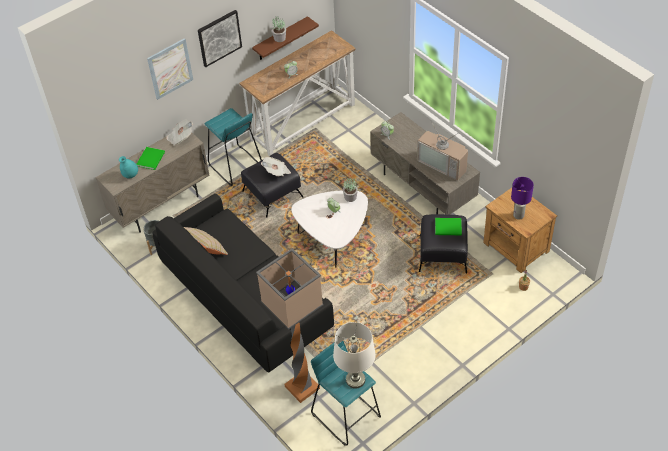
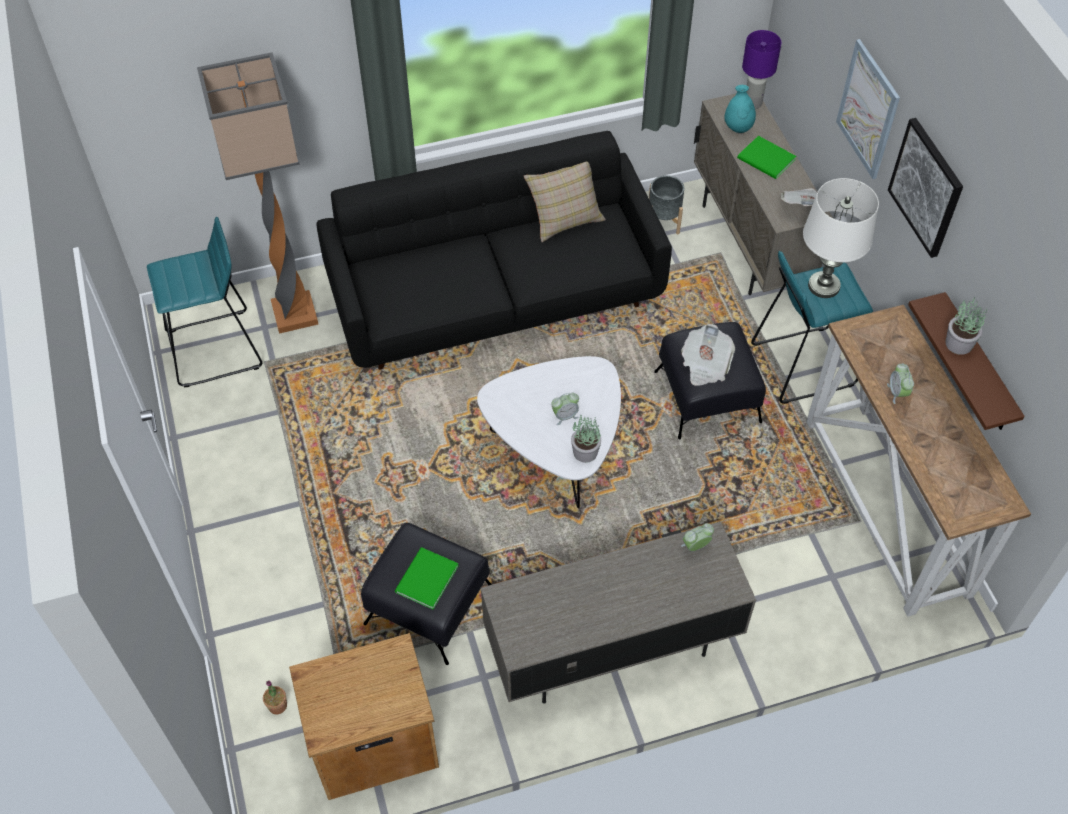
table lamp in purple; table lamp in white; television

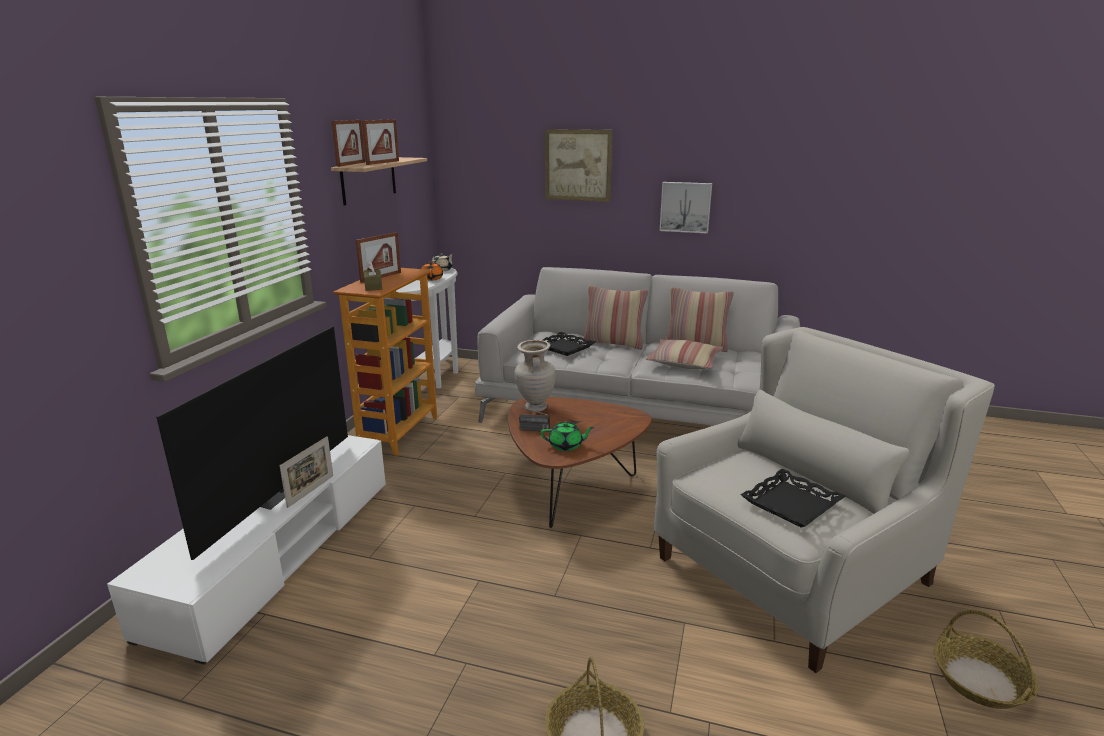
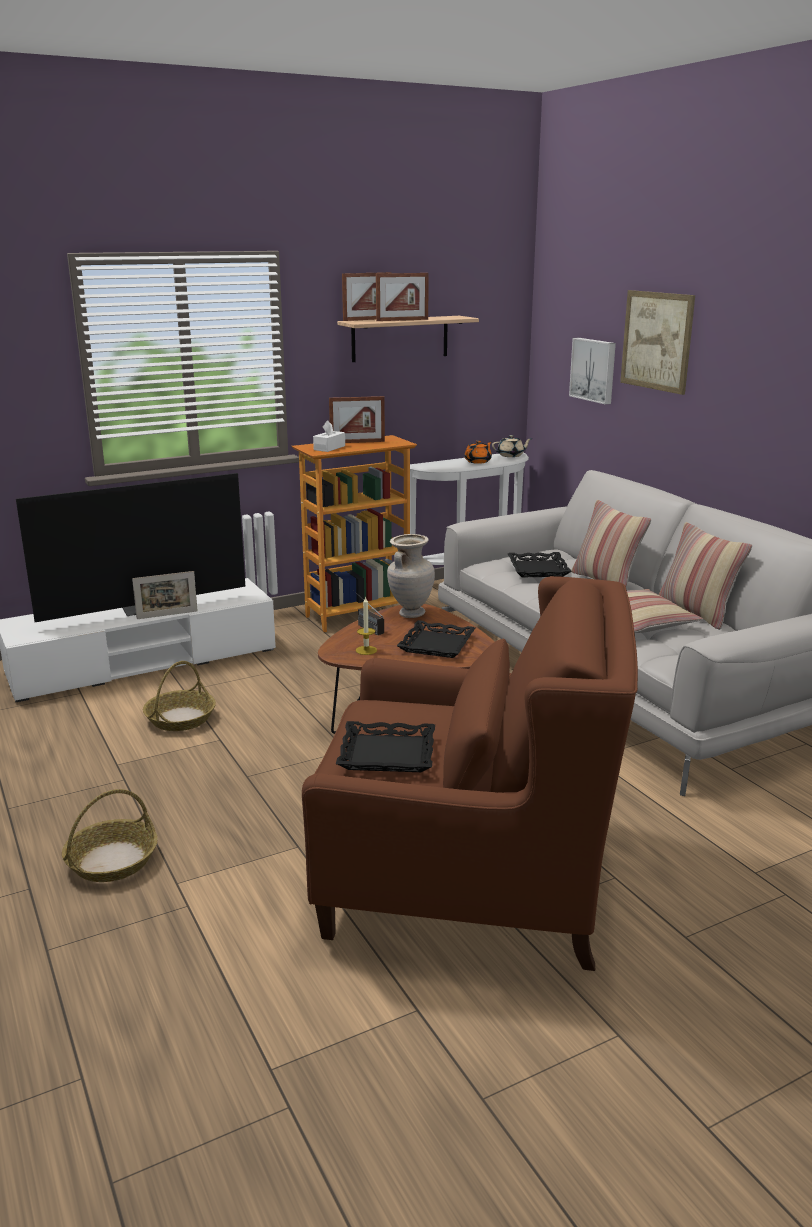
basket (2nd from left); armchair in brown; tissue box in white; candle; tray in black (2nd from left); picture (1st from left)

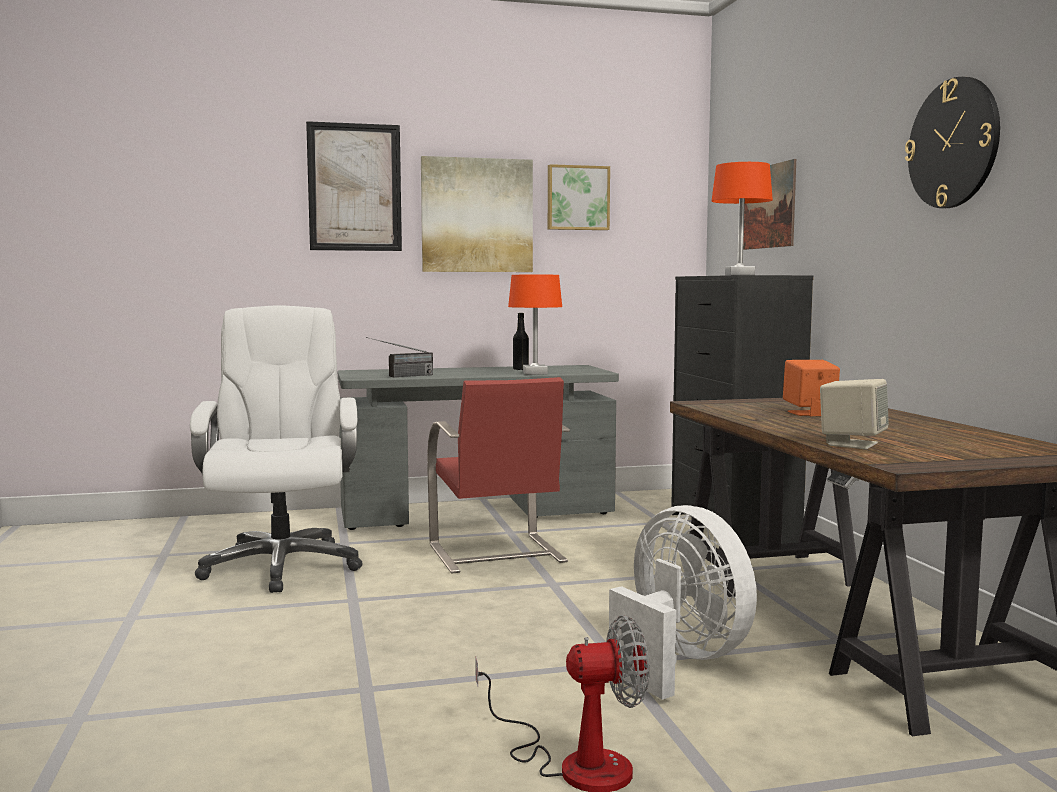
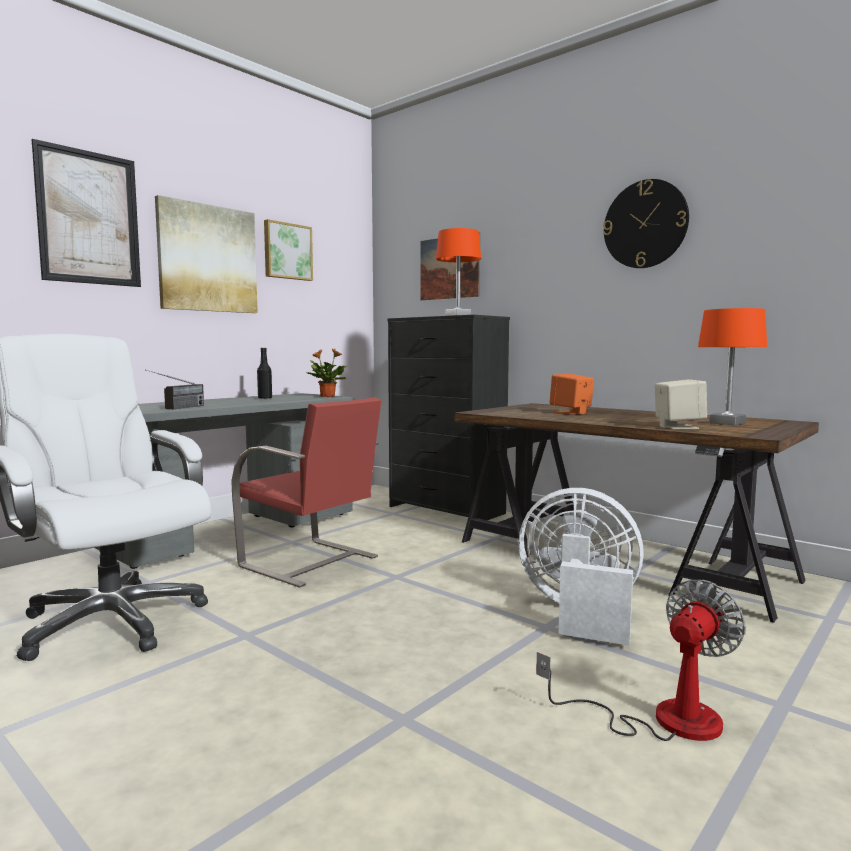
potted plant; table lamp in orange (2nd from left)

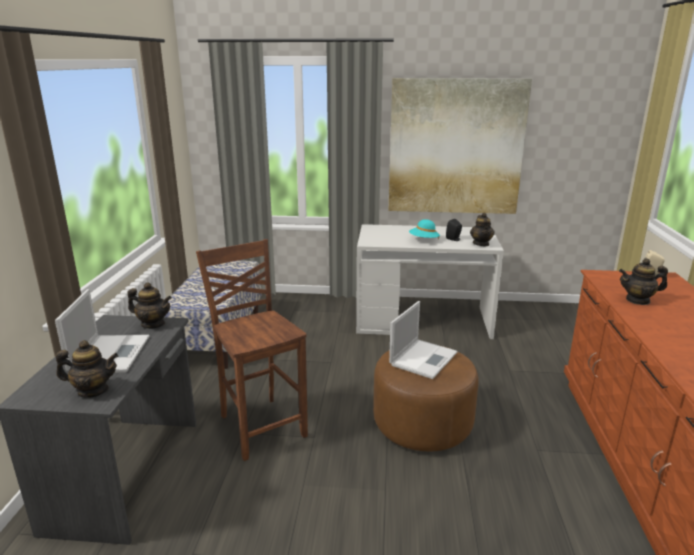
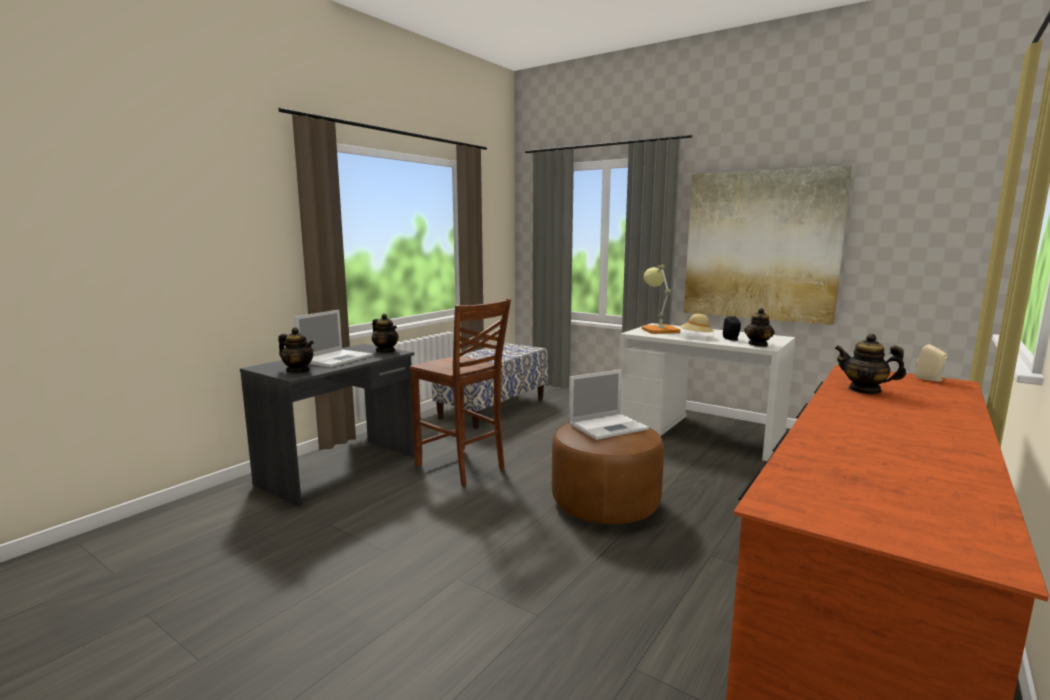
chair in brown; table lamp; hat in beige

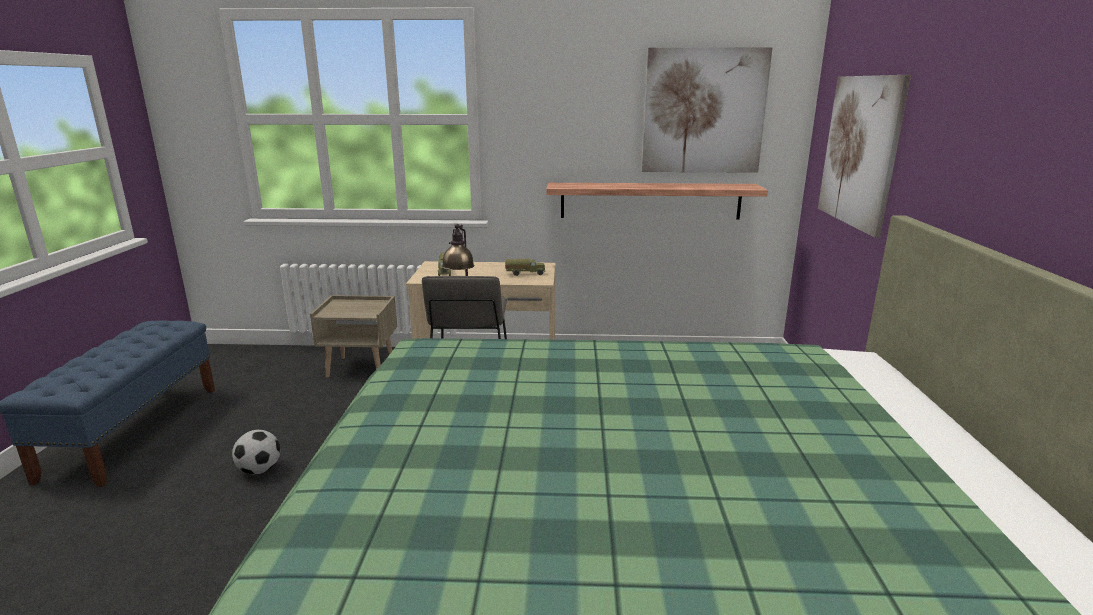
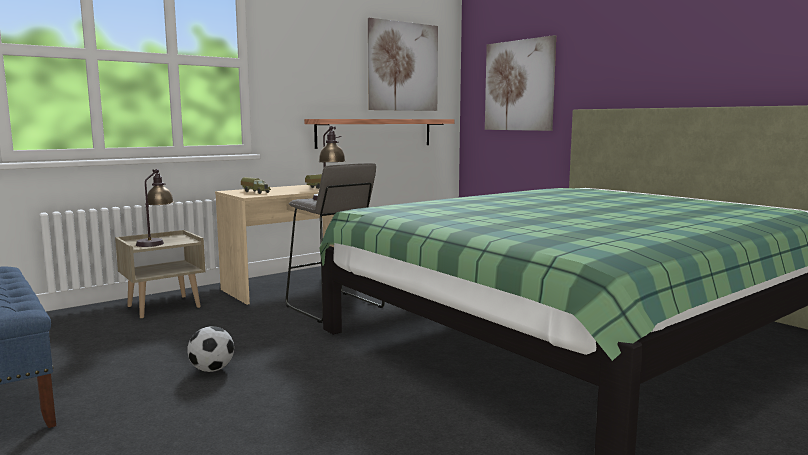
table lamp (1st from left)

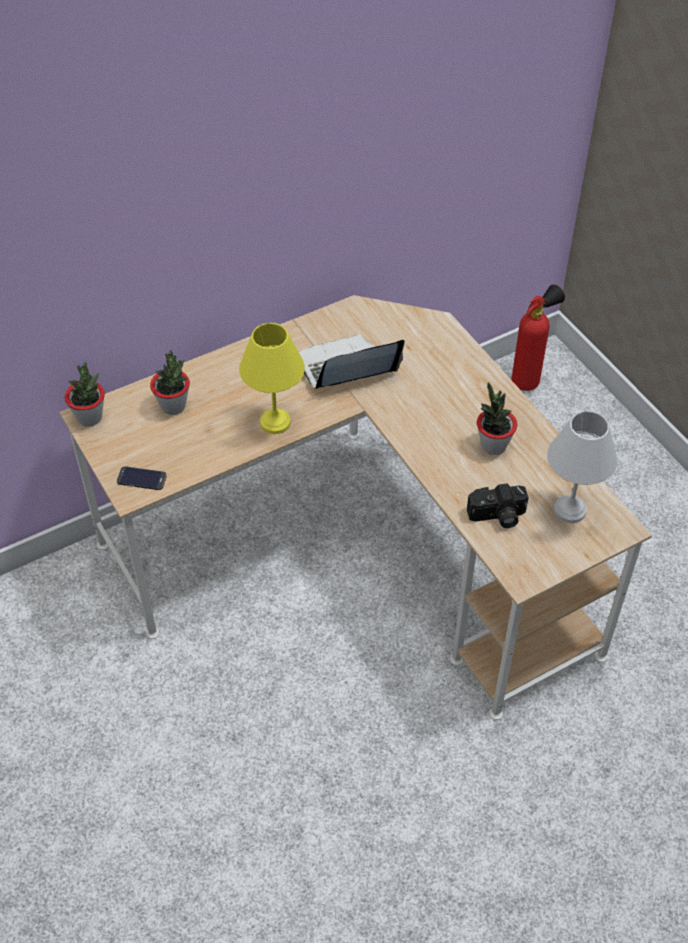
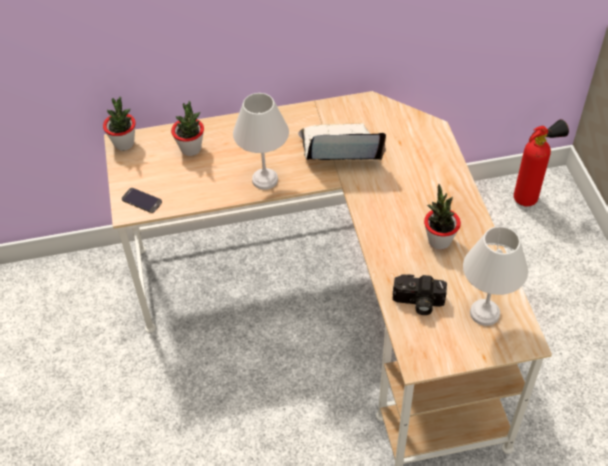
table lamp in white (1st from left)

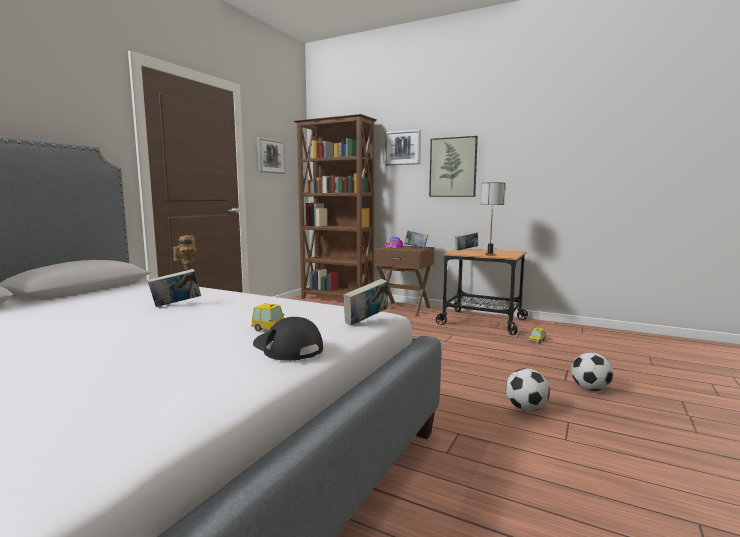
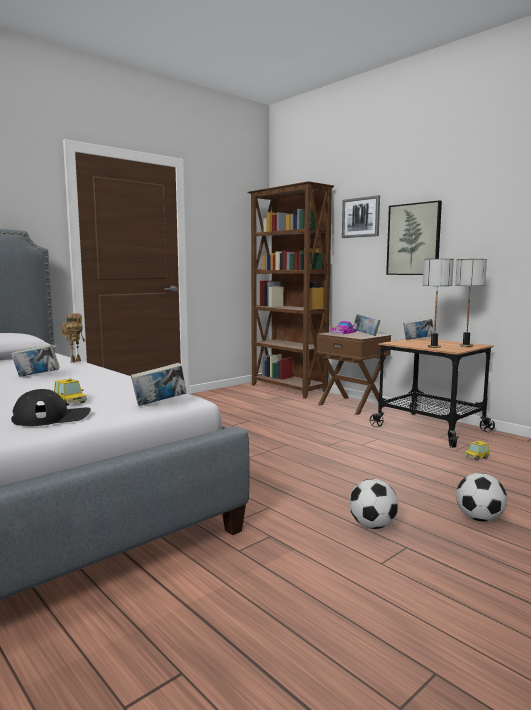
cap in black; table lamp (2nd from left); picture (1st from left in the first image)

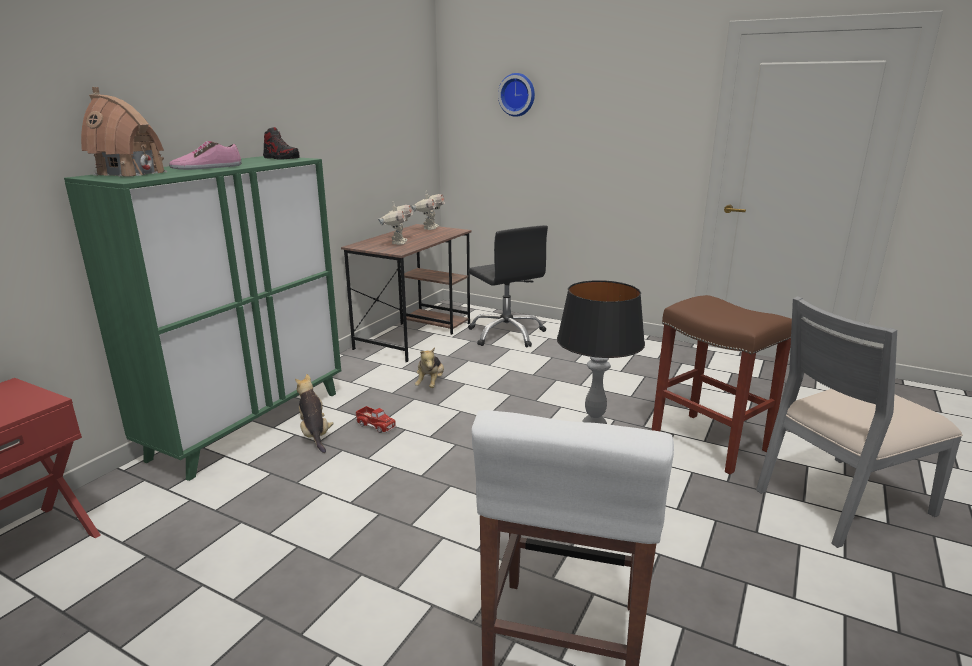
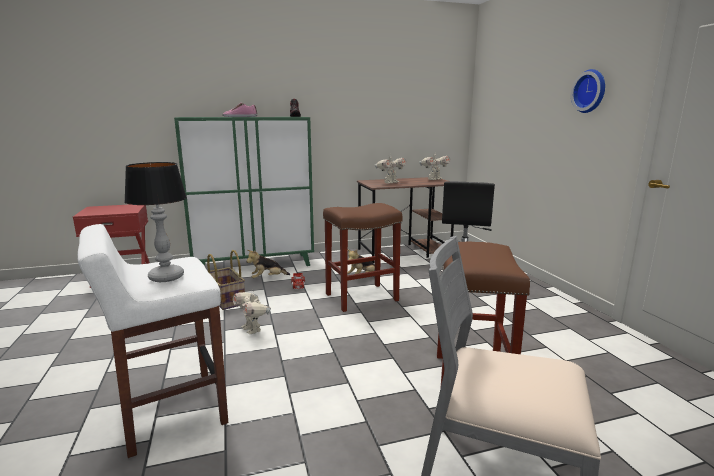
basket; toy robot (1st from left); plush toy (1st from left); stool in brown (1st from left); wall clock; toy house

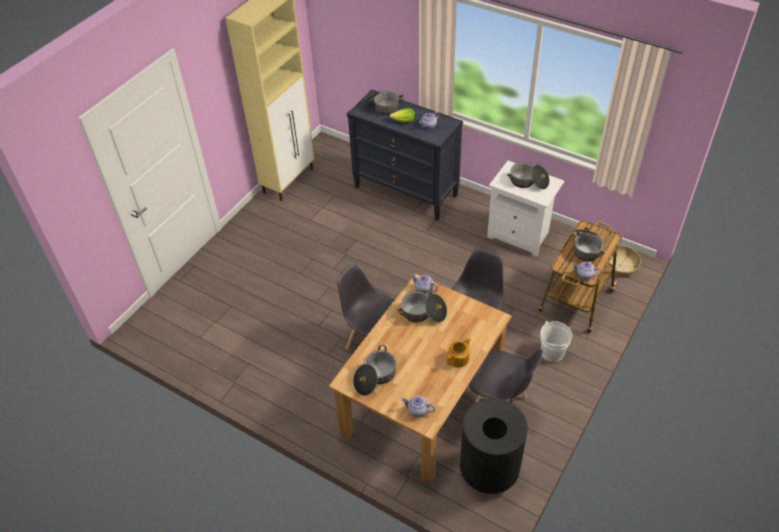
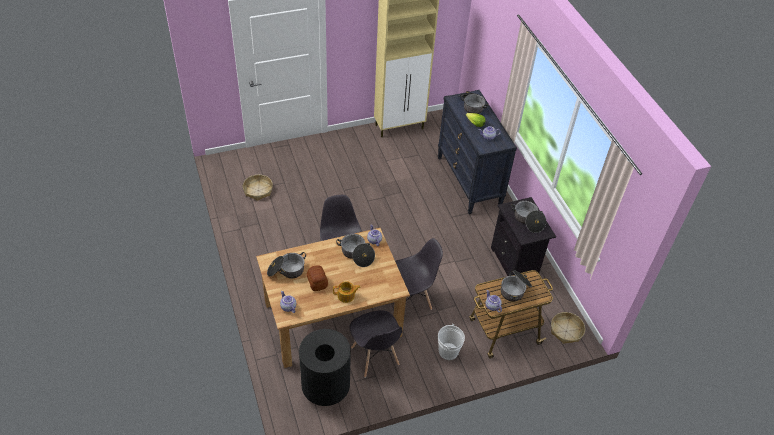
basket (1st from left); bread; nightstand in black

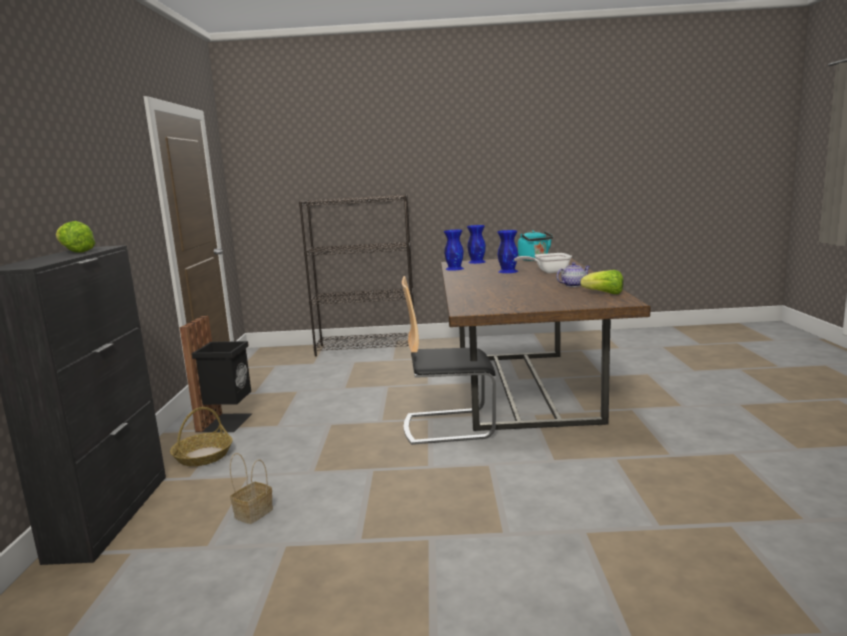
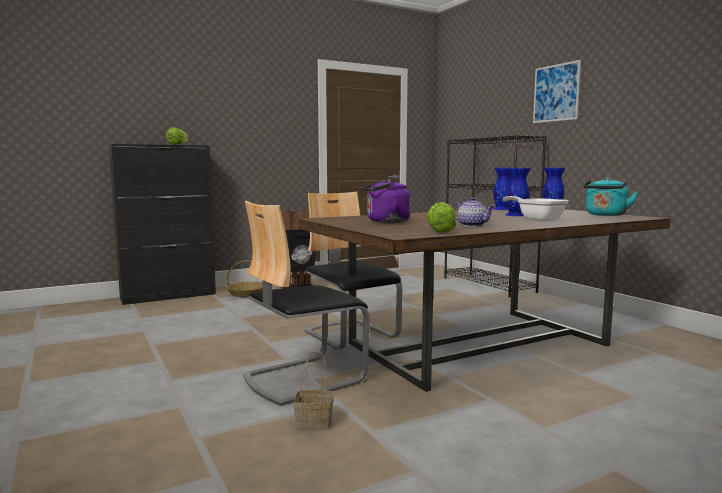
chair (1st from left); basket (2nd from left); kettle in purple; picture

